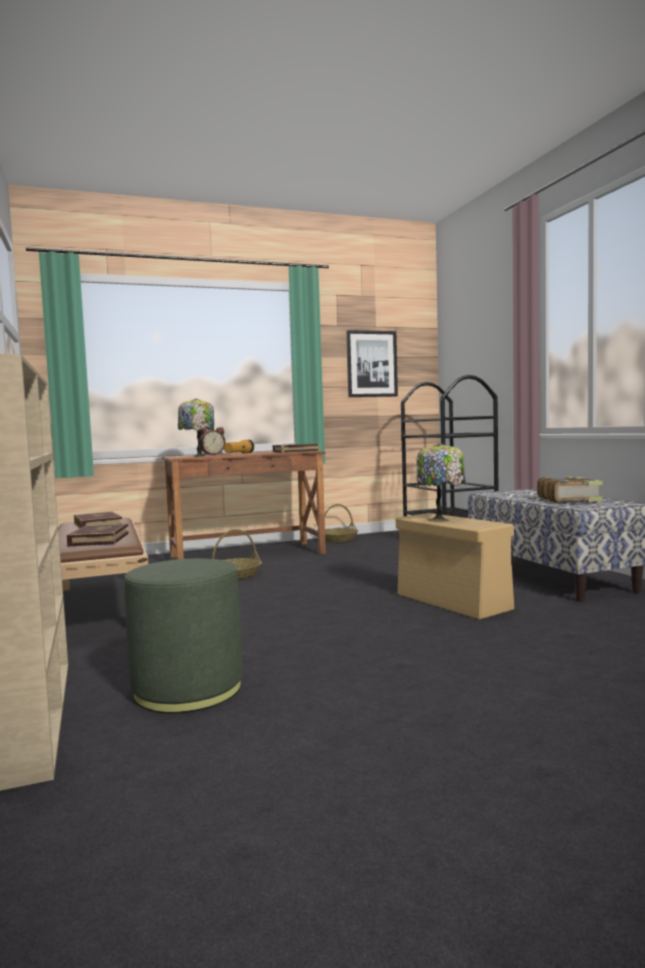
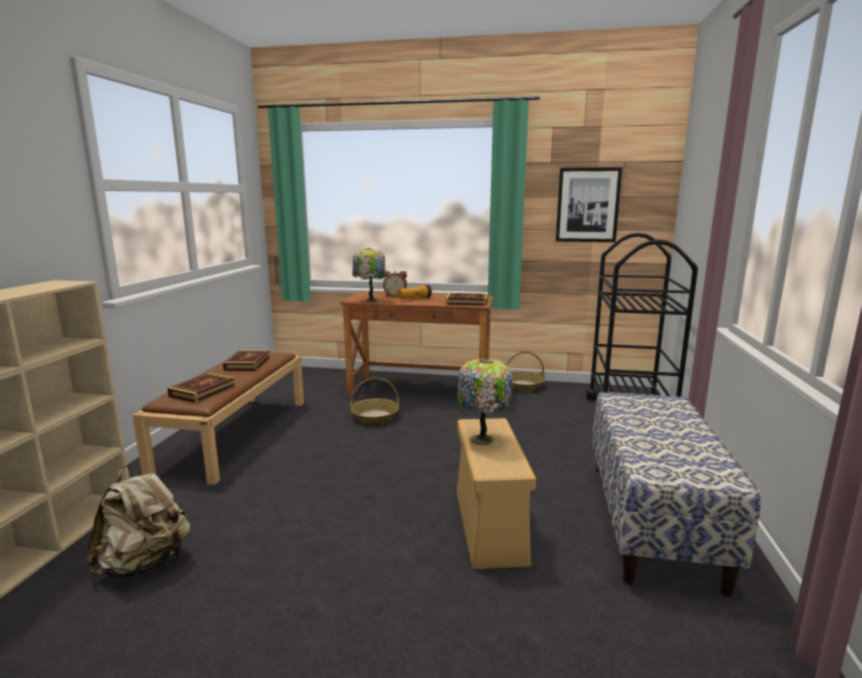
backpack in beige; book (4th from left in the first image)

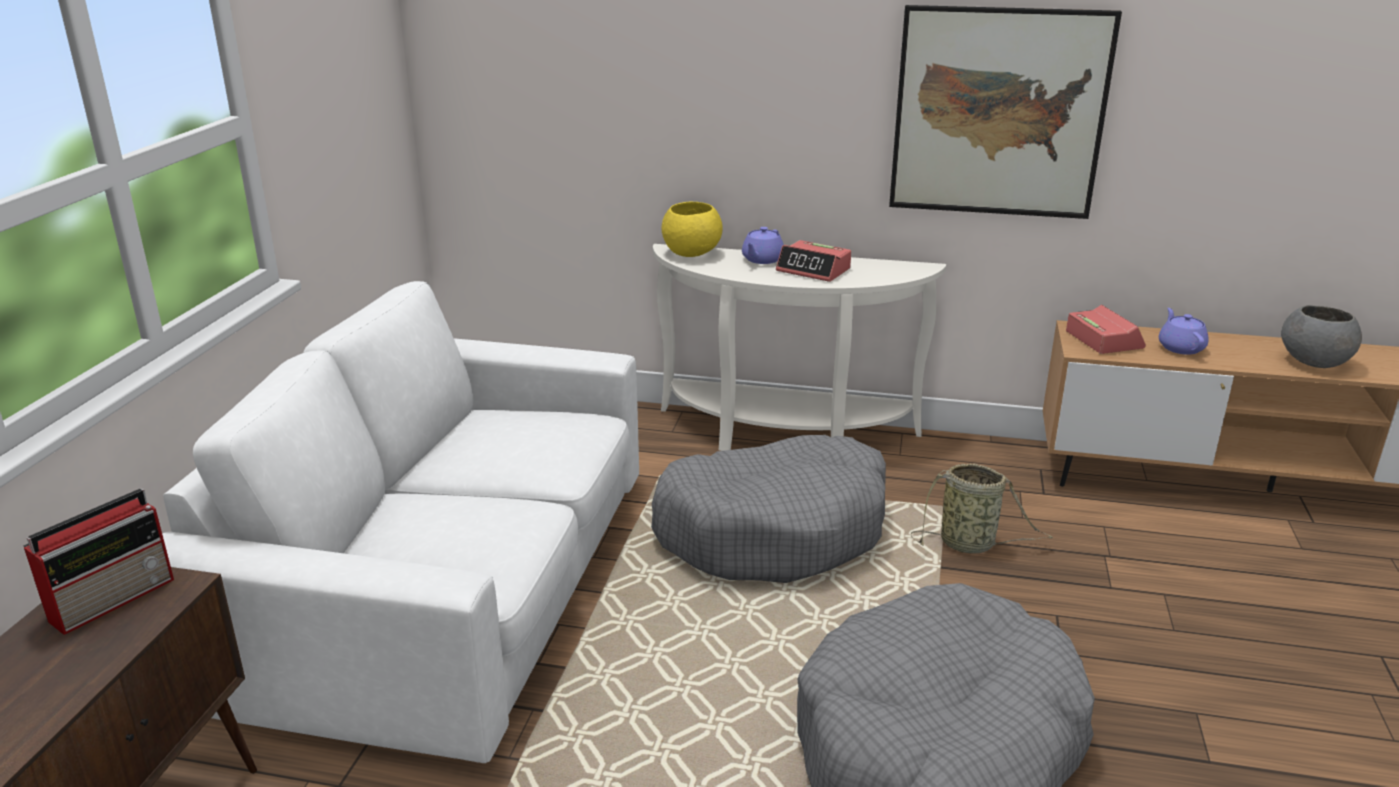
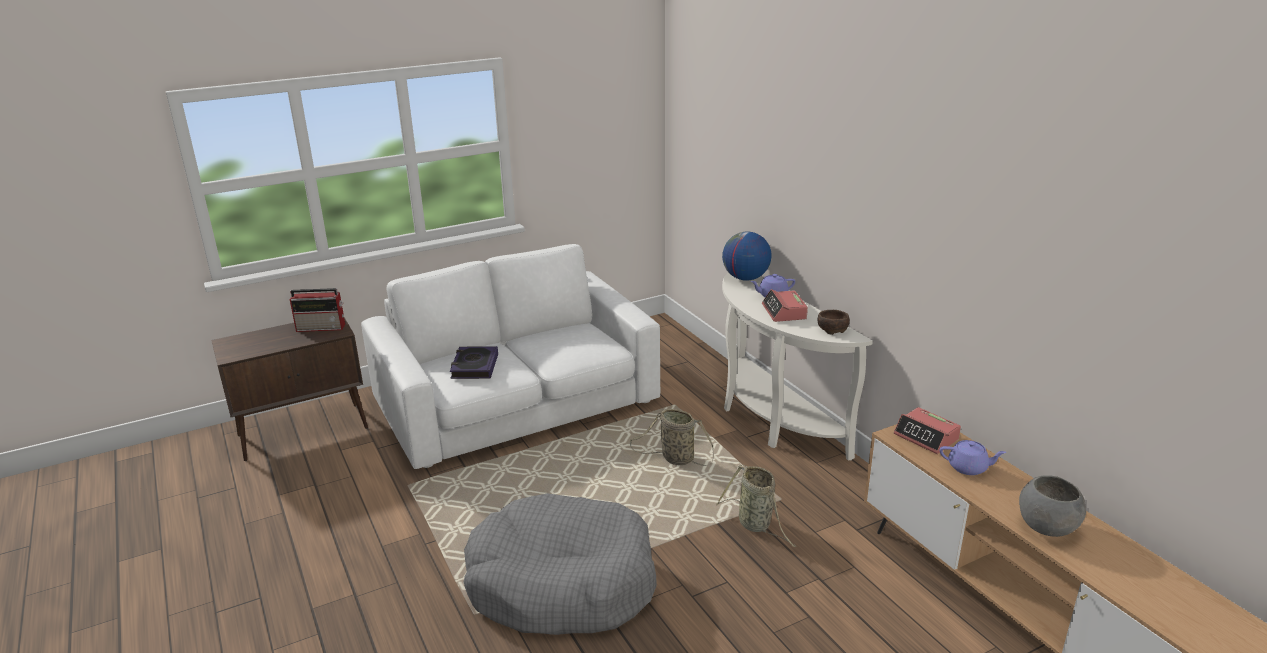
book; basket (1st from left); globe; bowl in brown; alarm clock (2nd from left); teapot in purple (2nd from left); picture

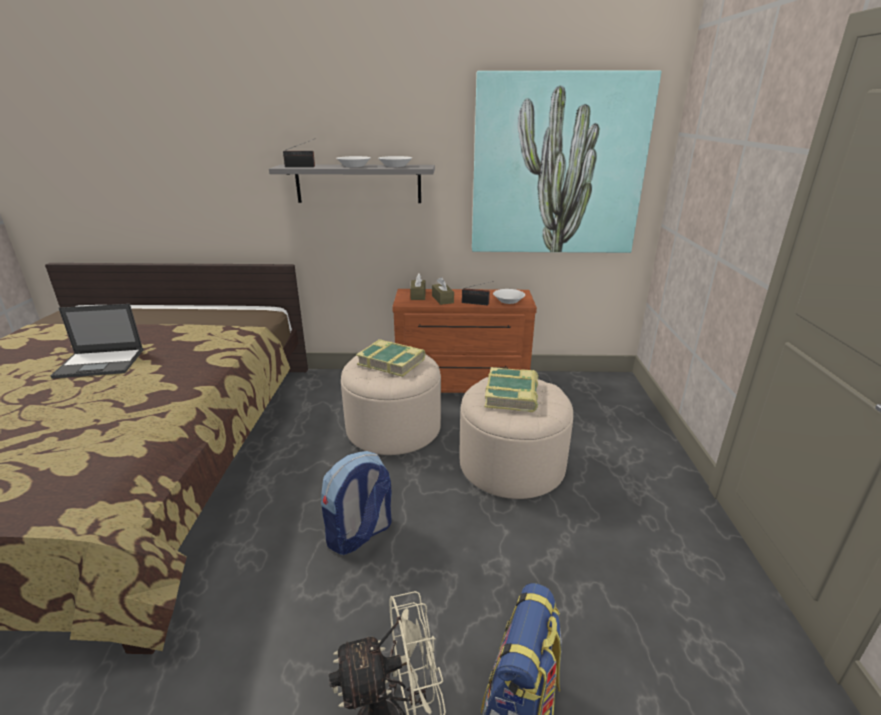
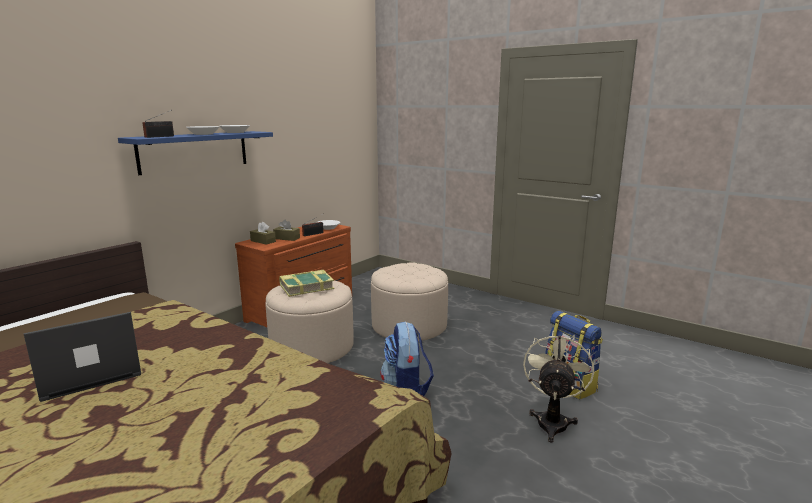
laptop; shelf in blue; picture; book (2nd from left in the first image)

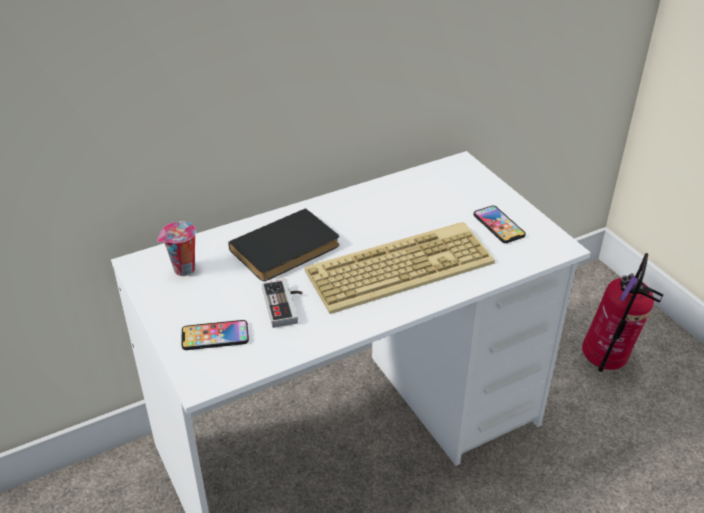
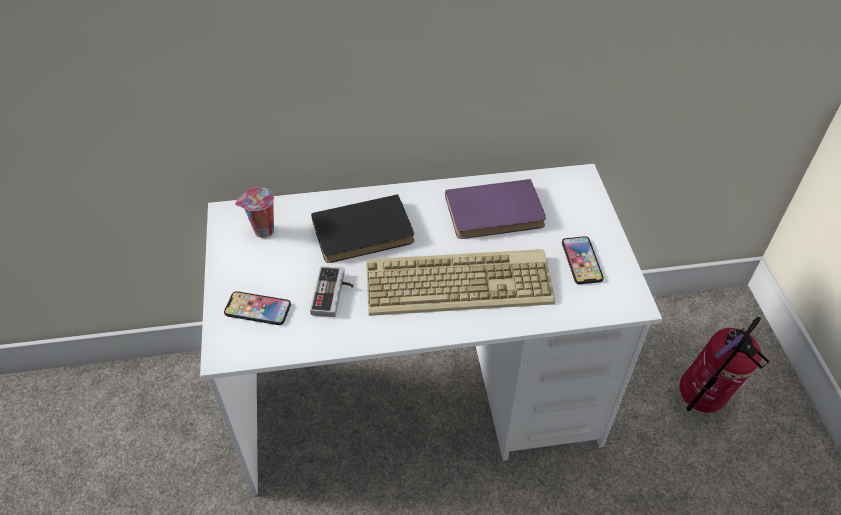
book in purple

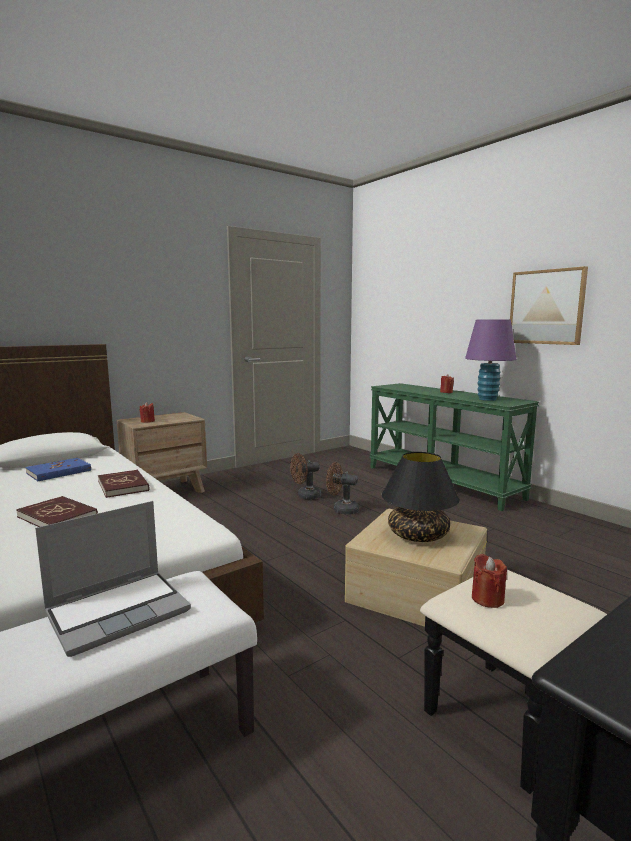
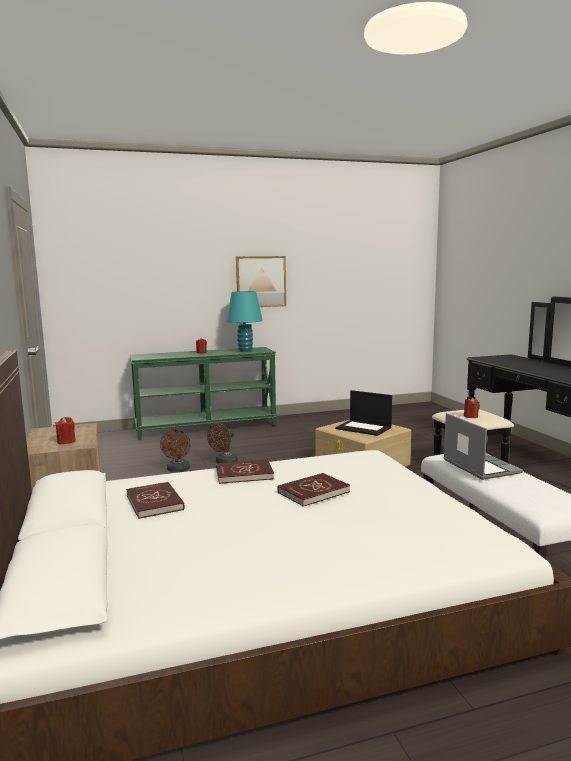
book in red (1st from left); table lamp in turquoise; laptop (1st from left)

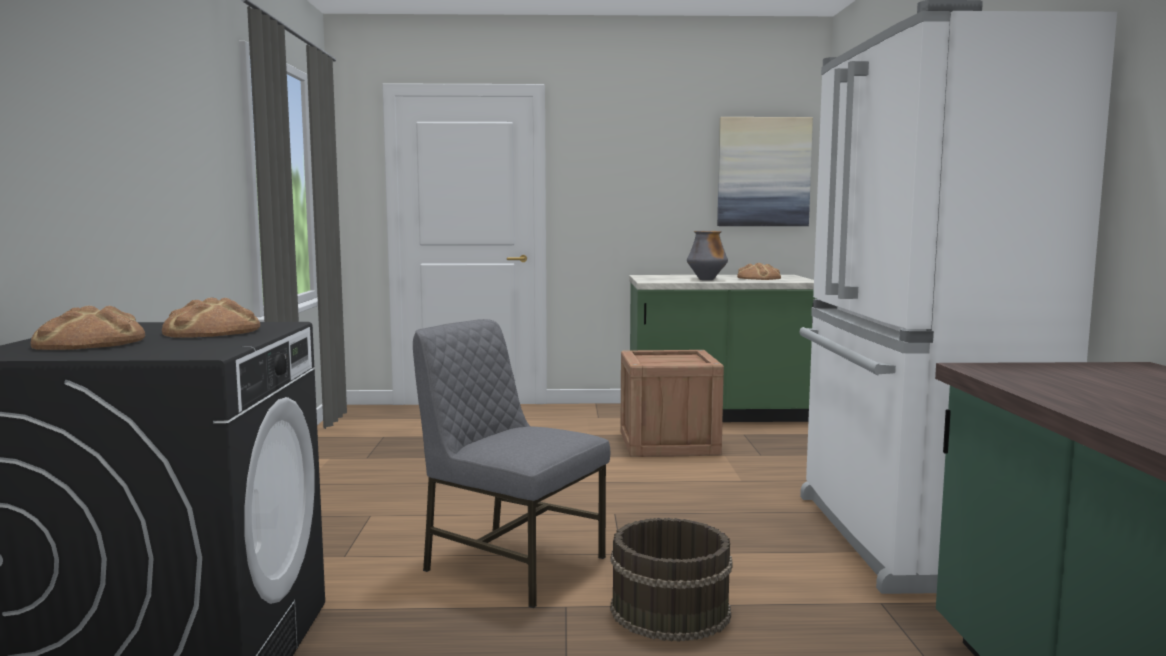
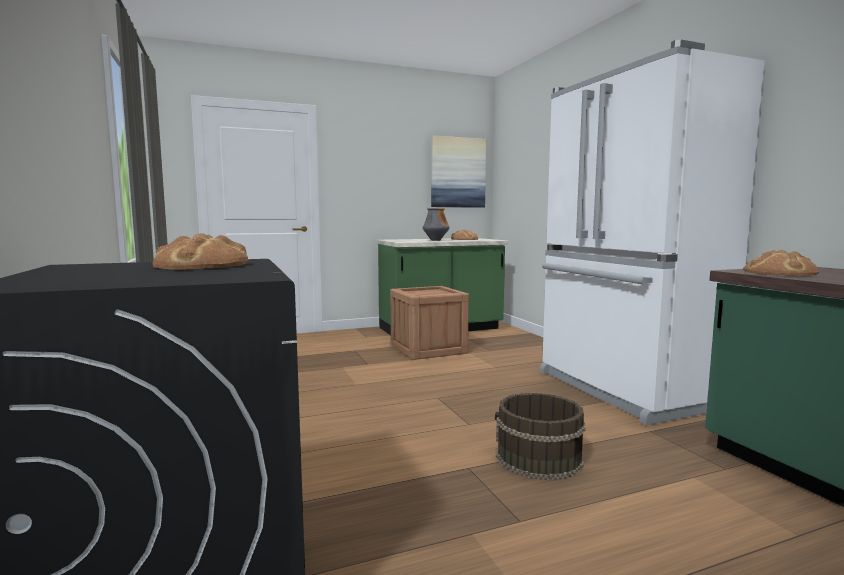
bread (3rd from left); chair in grey

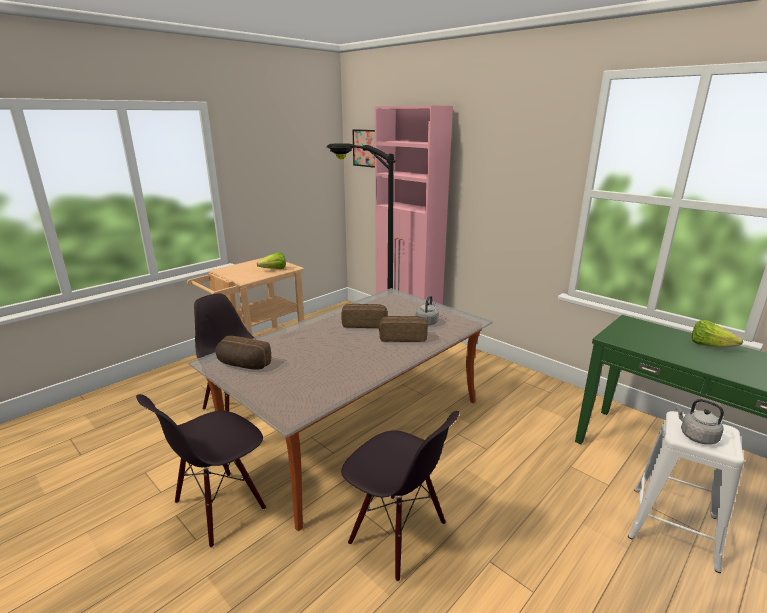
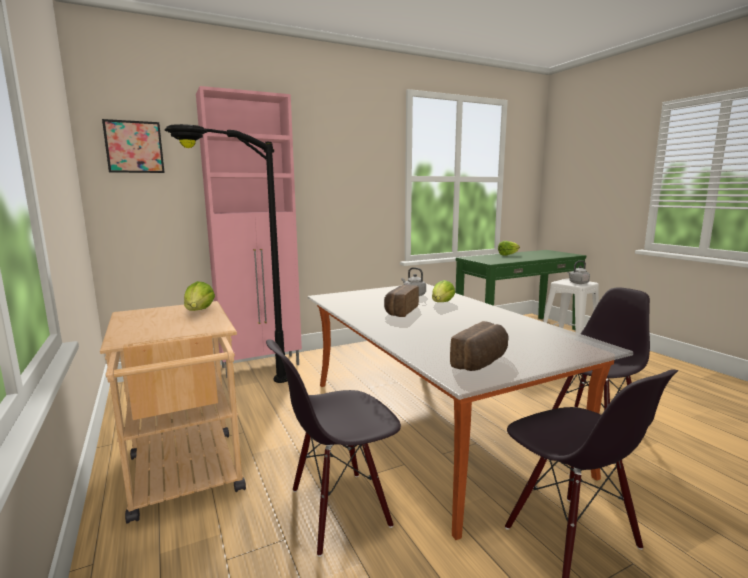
lettuce (2nd from left)

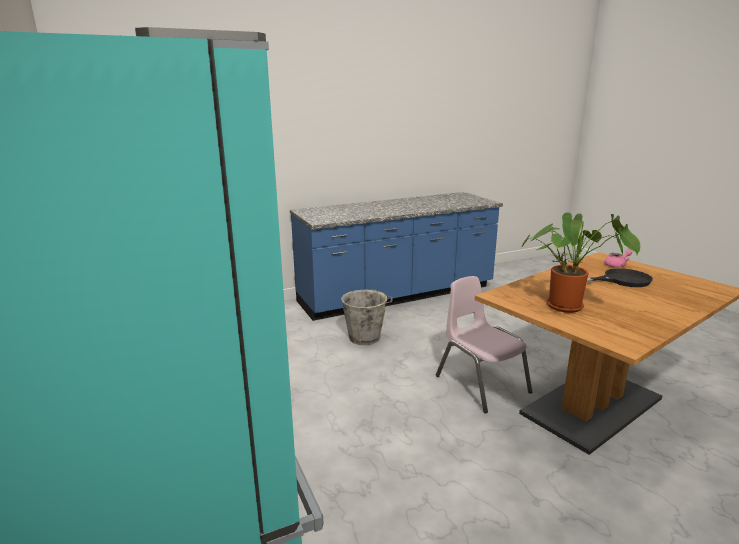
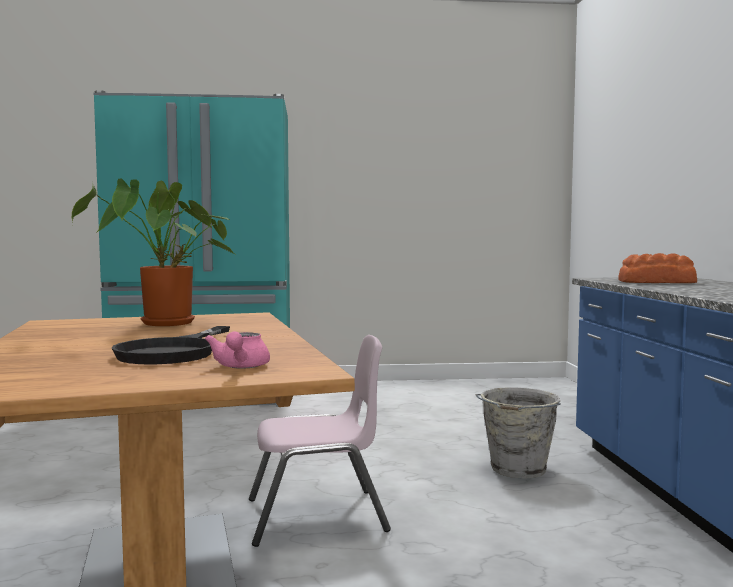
bread

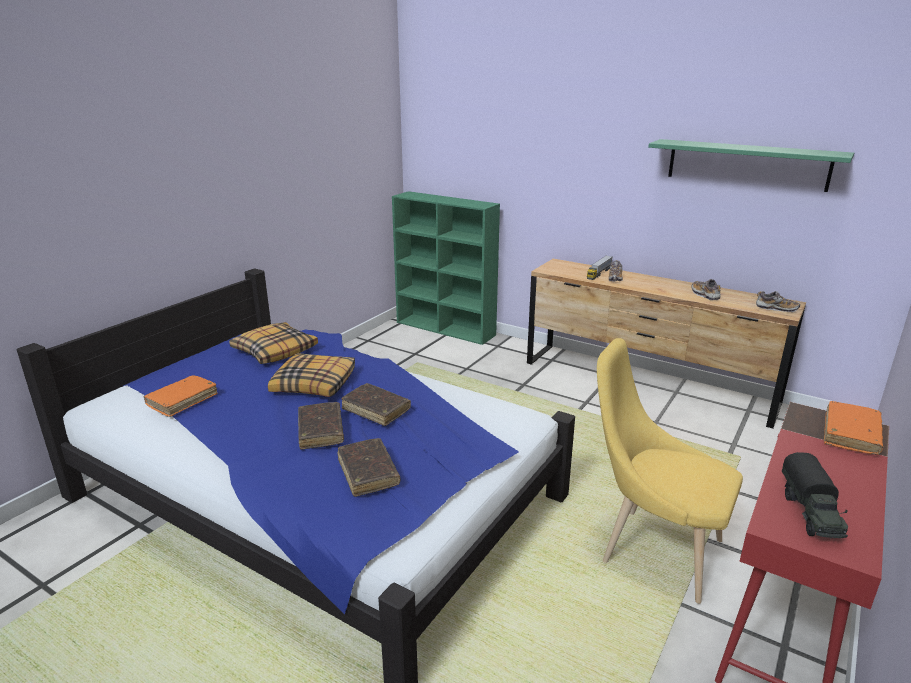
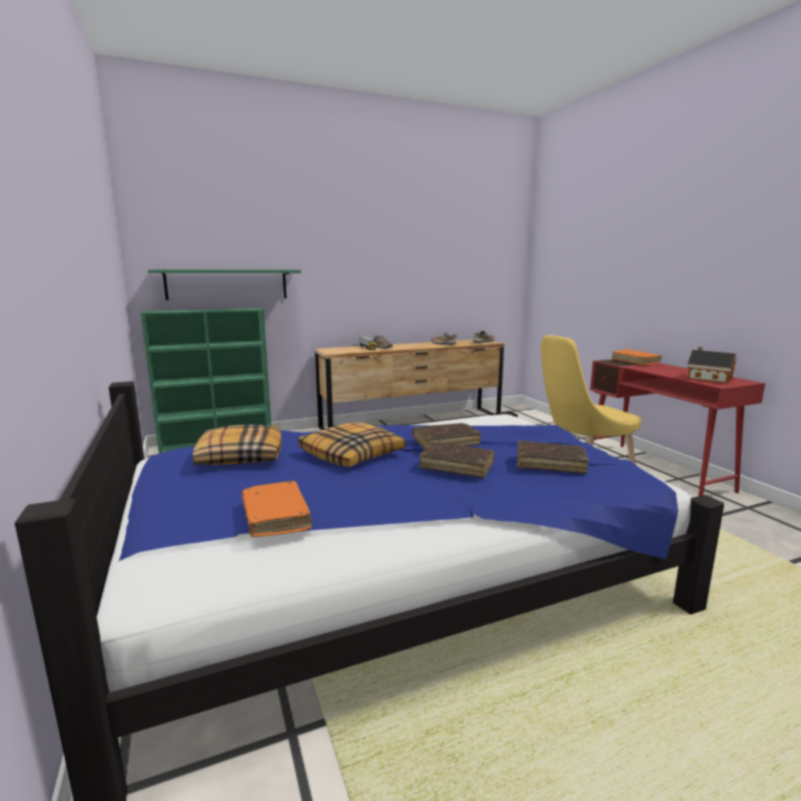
shelf in green; toy house

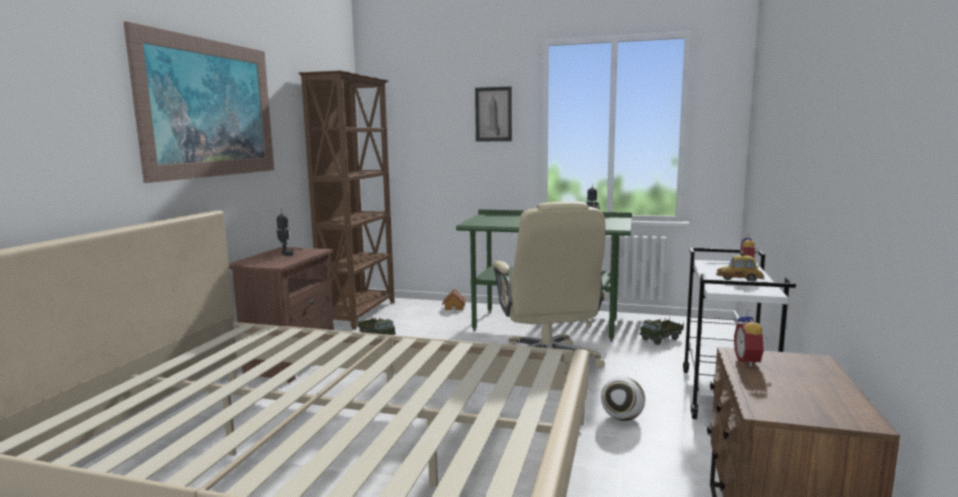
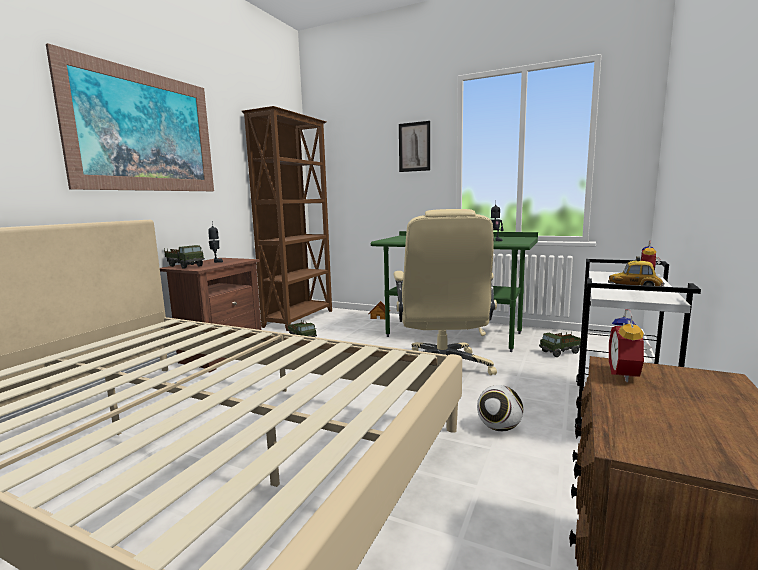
toy truck (1st from left)

